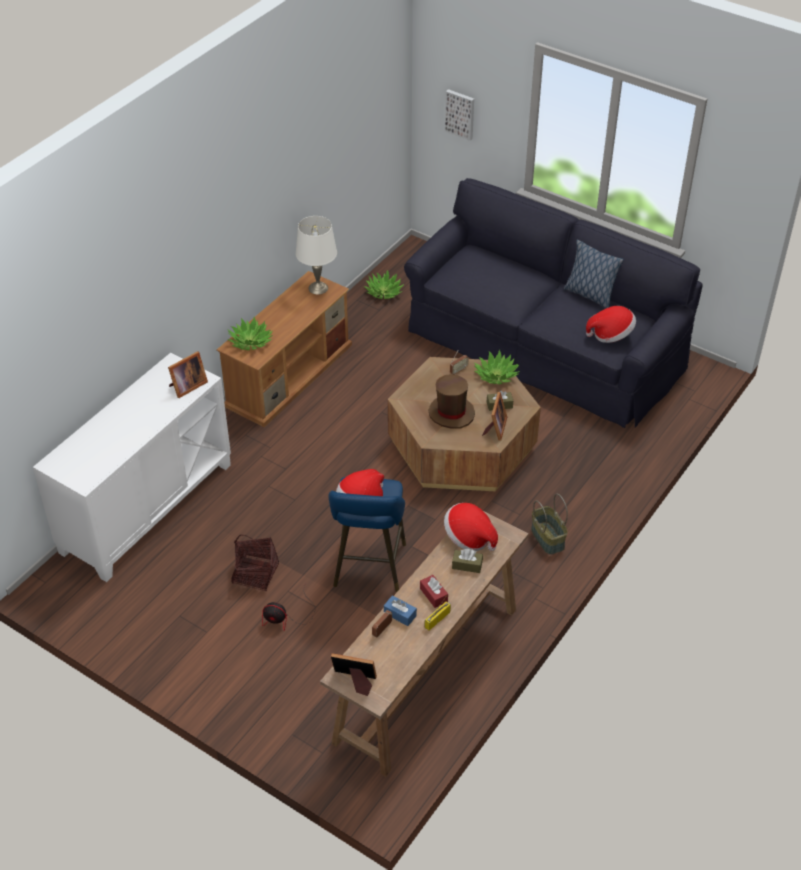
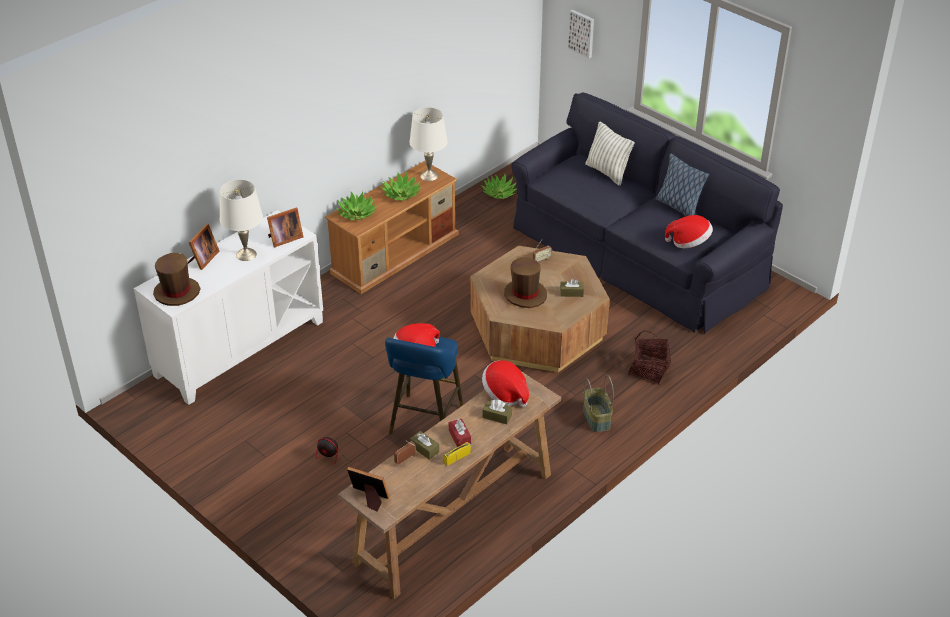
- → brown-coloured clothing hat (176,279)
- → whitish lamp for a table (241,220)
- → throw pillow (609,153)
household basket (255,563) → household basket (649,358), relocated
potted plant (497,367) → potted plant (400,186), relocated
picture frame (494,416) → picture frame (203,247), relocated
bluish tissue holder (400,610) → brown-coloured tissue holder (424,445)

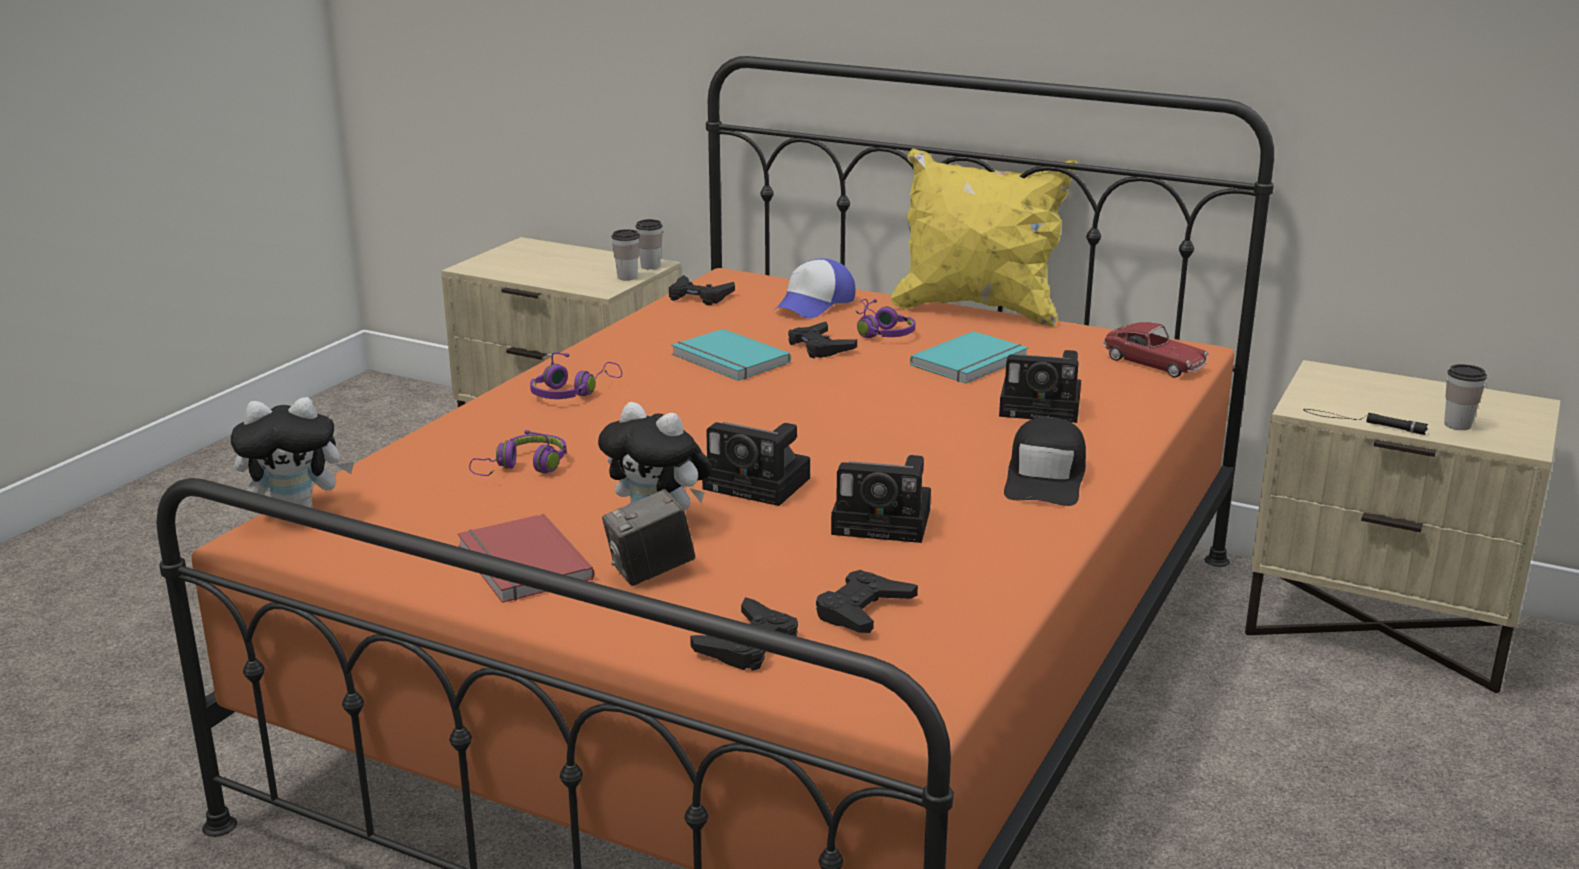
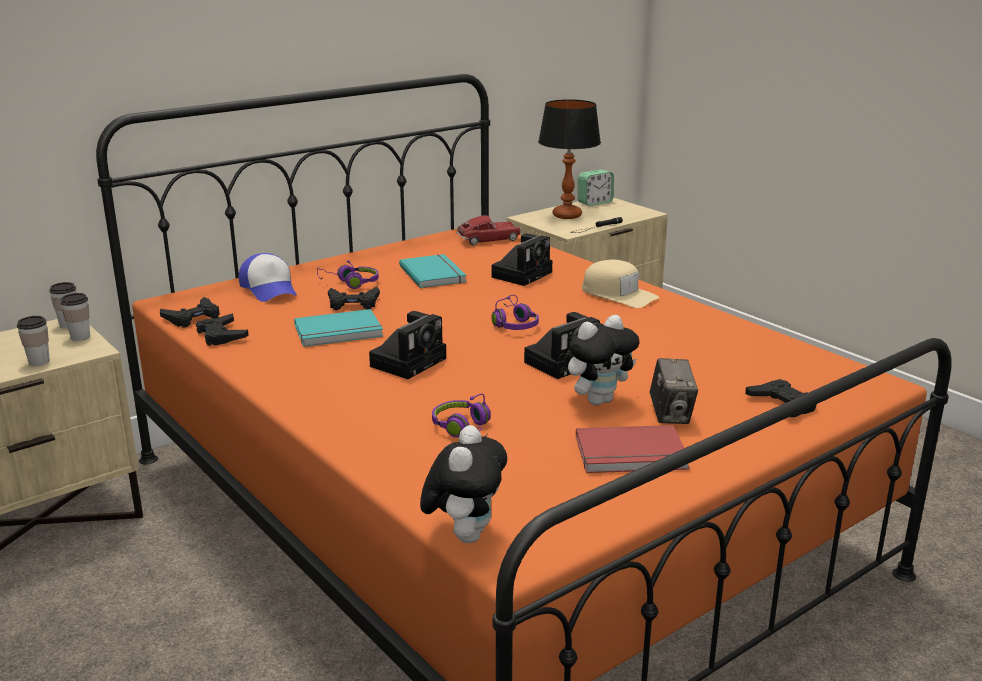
yellow throw pillow (983,237) → -
- → lamp for a table (569,159)
- → alarm clock (596,187)
purplish headphones (576,375) → purplish headphones (515,312), relocated
black-coloured joypad (867,601) → black-coloured joypad (222,329), relocated
photo camera (881,499) → photo camera (407,345), relocated
drinking cup (1465,397) → drinking cup (33,341), relocated
black-coloured baseball cap (1045,461) → beige baseball cap (621,284)

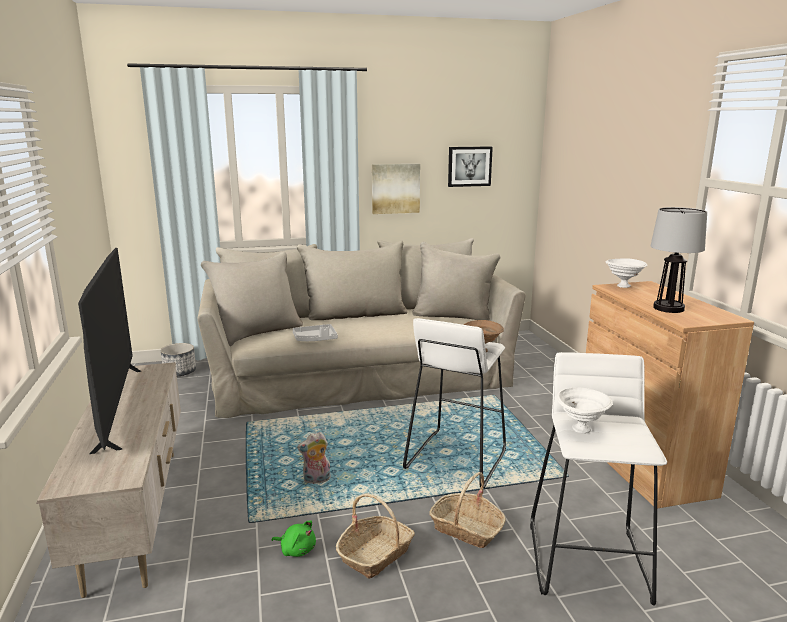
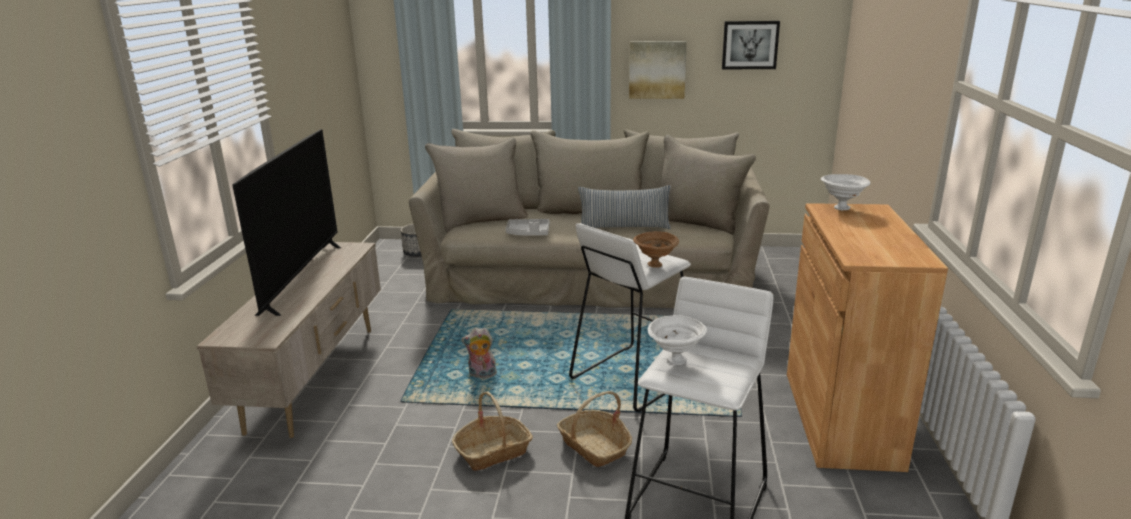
green cuddly toy (293,538) → -
lamp for a table (679,260) → -
- → throw pillow (624,207)

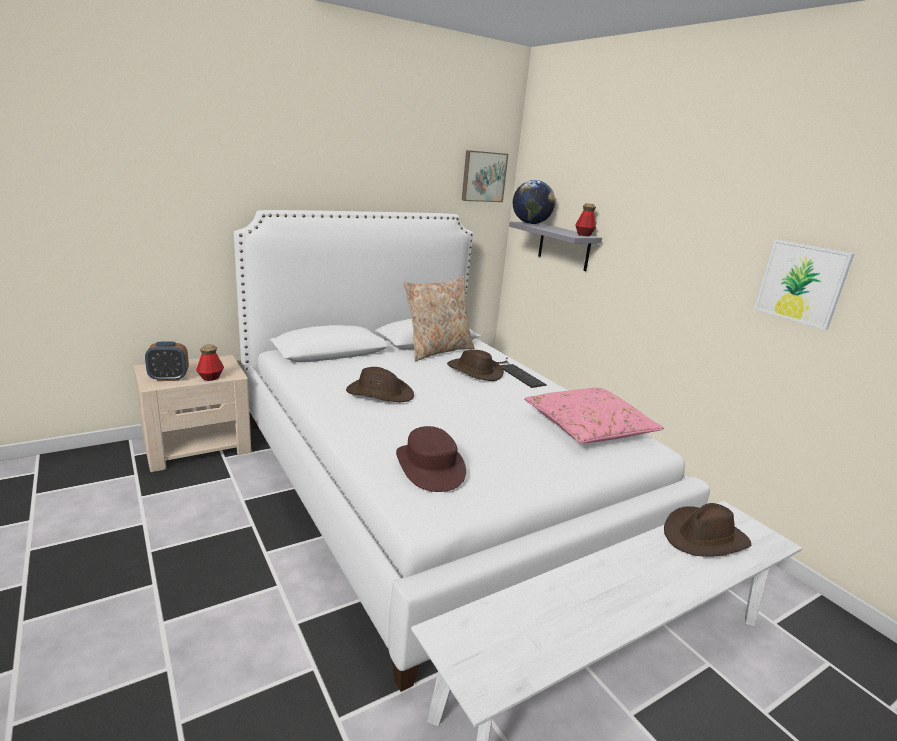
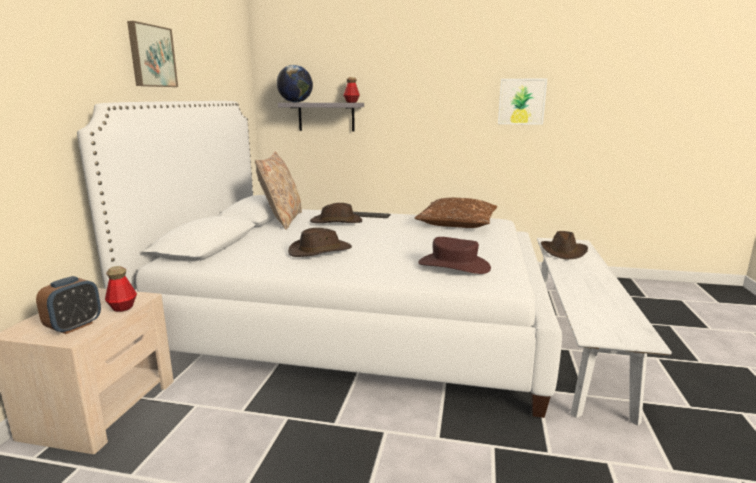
picture (485,176) → picture (152,54), relocated
pinkish throw pillow (594,415) → brown-coloured throw pillow (456,213)

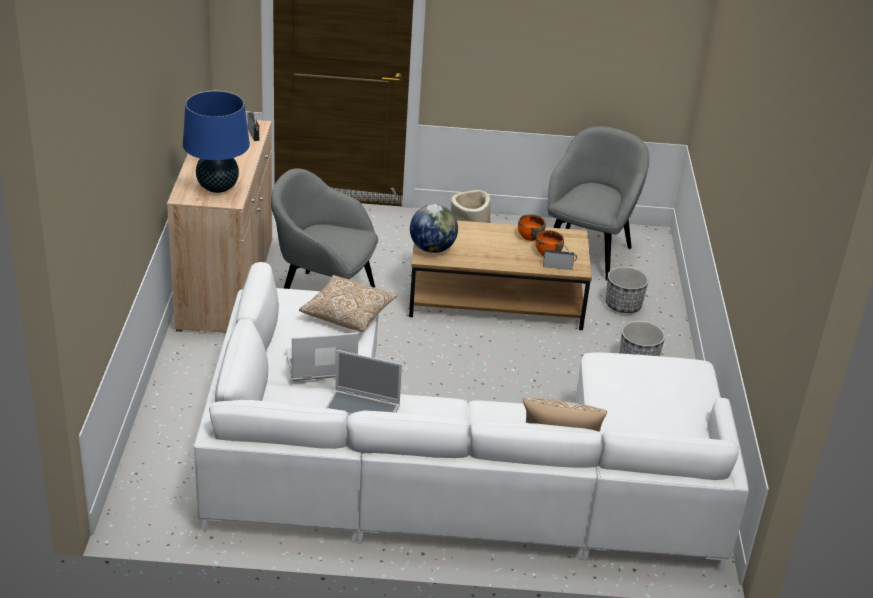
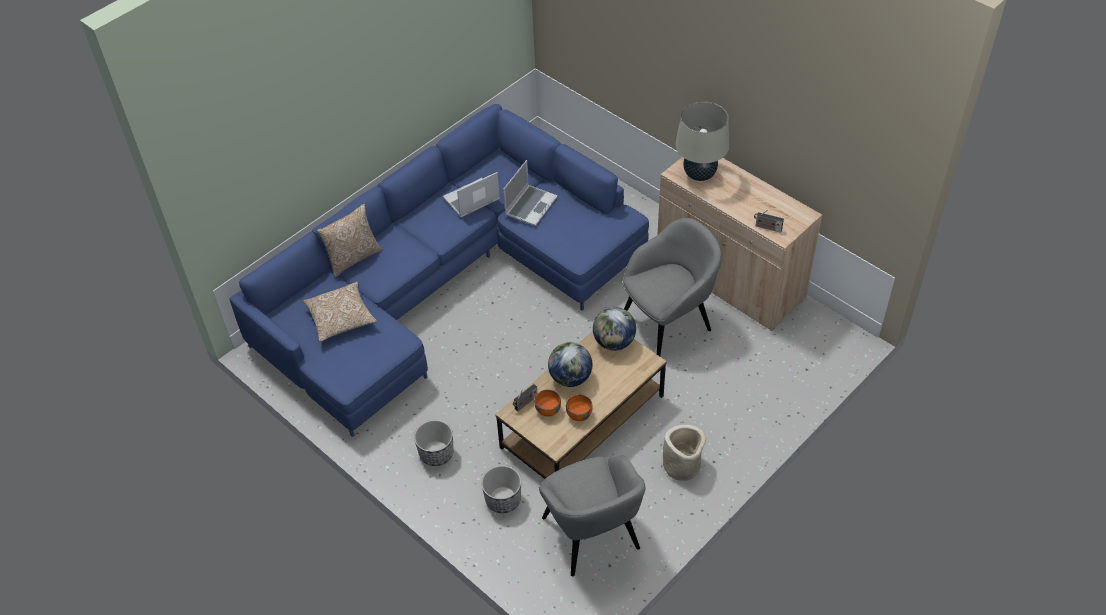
- → desk globe (570,364)
throw pillow (348,303) → throw pillow (340,312), relocated
bluish lamp for a table (216,142) → beige lamp for a table (702,141)
whitish settee (471,417) → bluish settee (439,270)

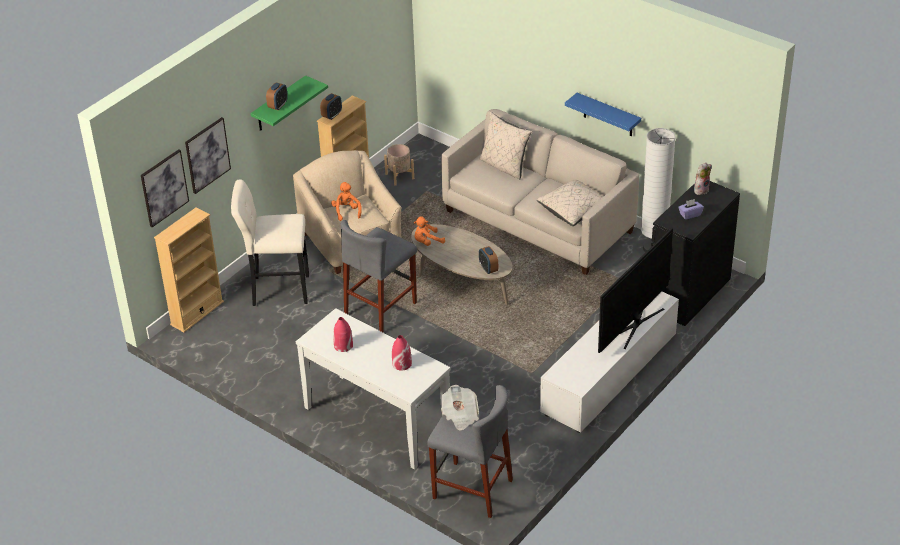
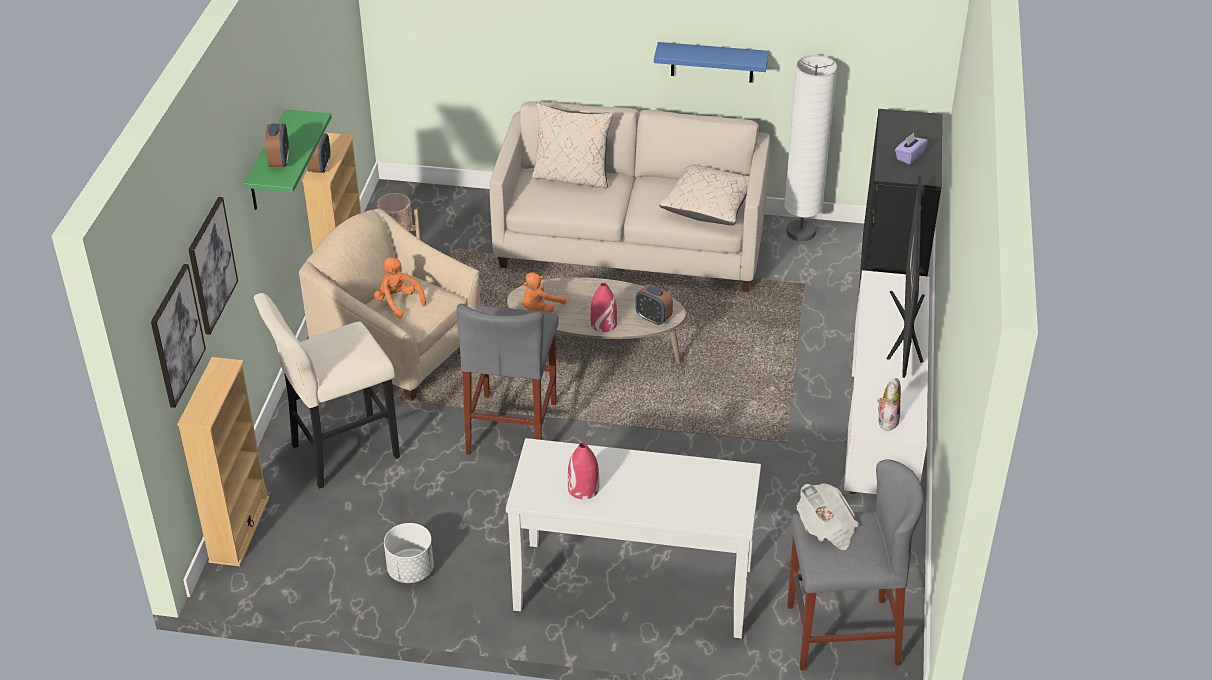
- → whitish plant pot (409,553)
red decorative vase (402,352) → red decorative vase (604,307), relocated
cuddly toy (703,178) → cuddly toy (889,404), relocated

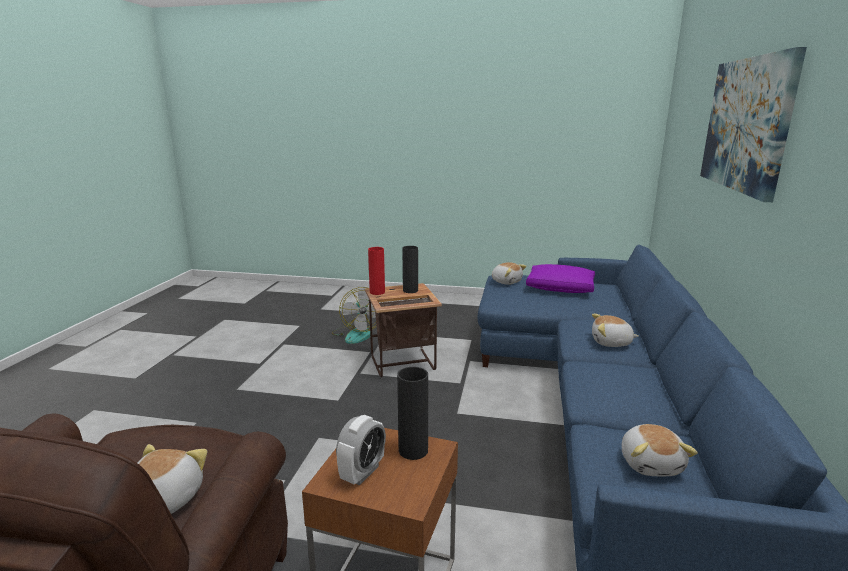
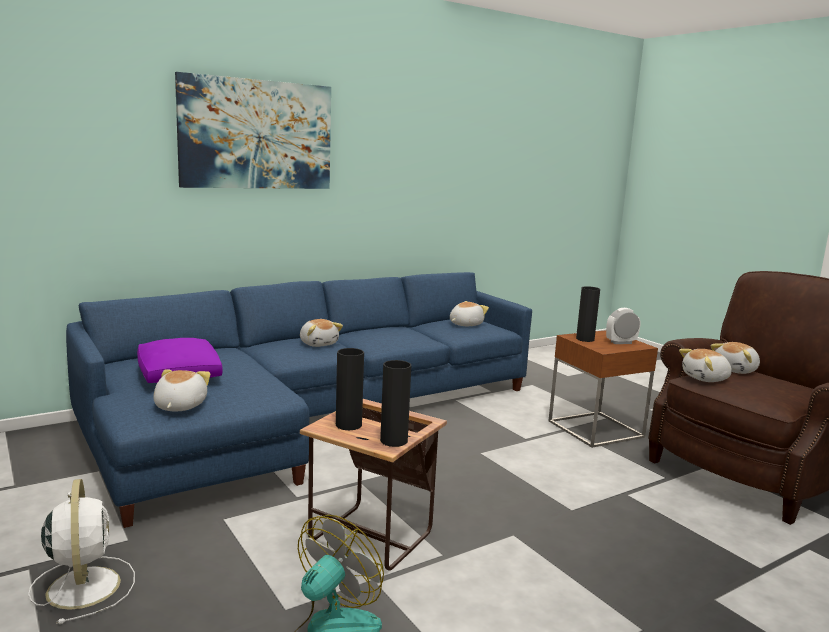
- → whitish electric fan (81,551)
- → cuddly toy (705,365)
red decorative vase (376,271) → black-coloured decorative vase (395,403)

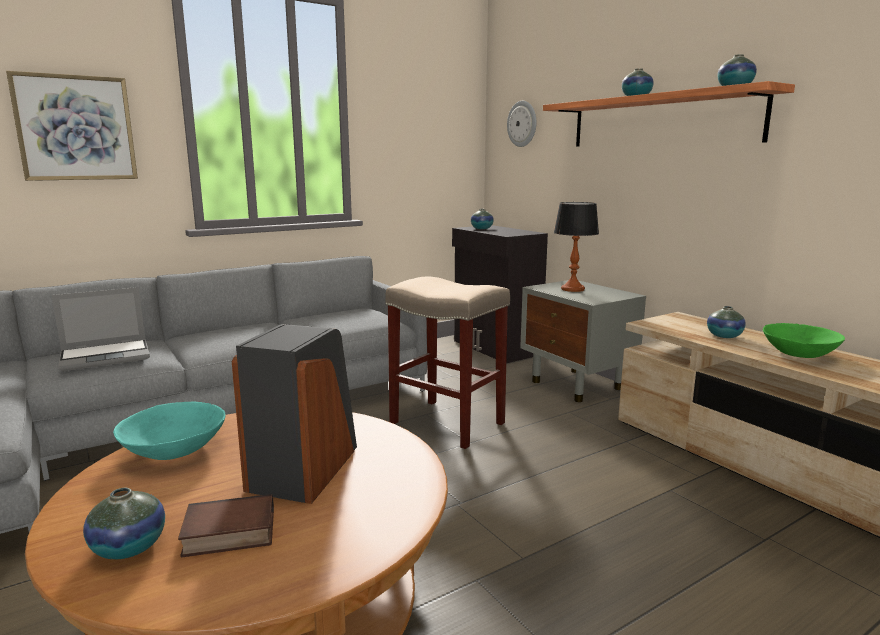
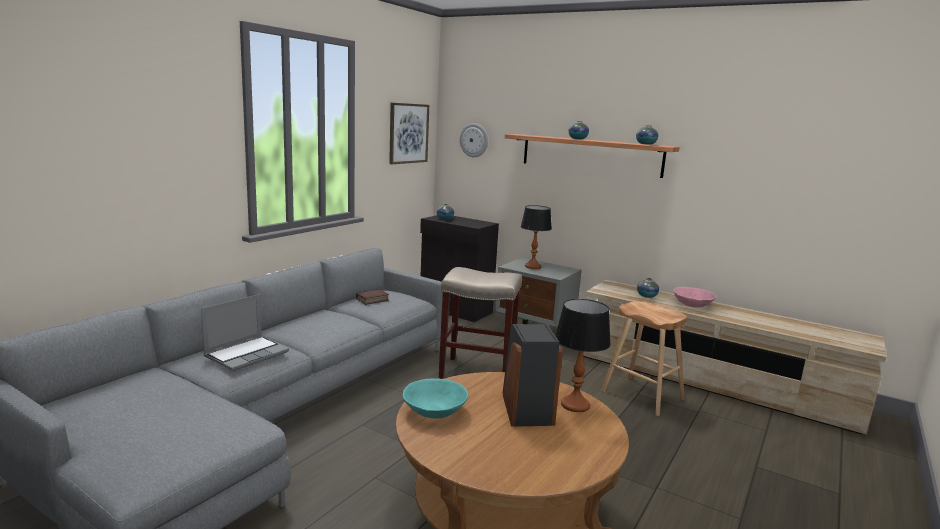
decorative vase (124,523) → -
- → lamp for a table (583,355)
- → brown-coloured stool (644,358)
picture (72,126) → picture (409,133), relocated
volume (226,526) → volume (372,297), relocated
green serving bowl (804,340) → pinkish serving bowl (694,297)

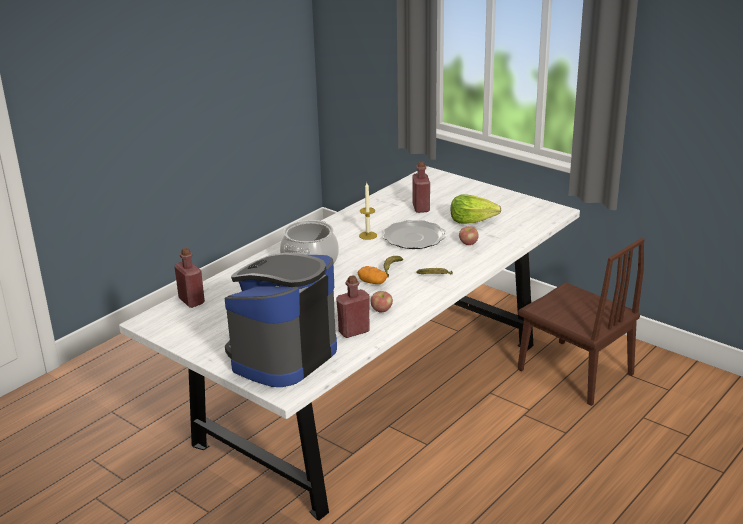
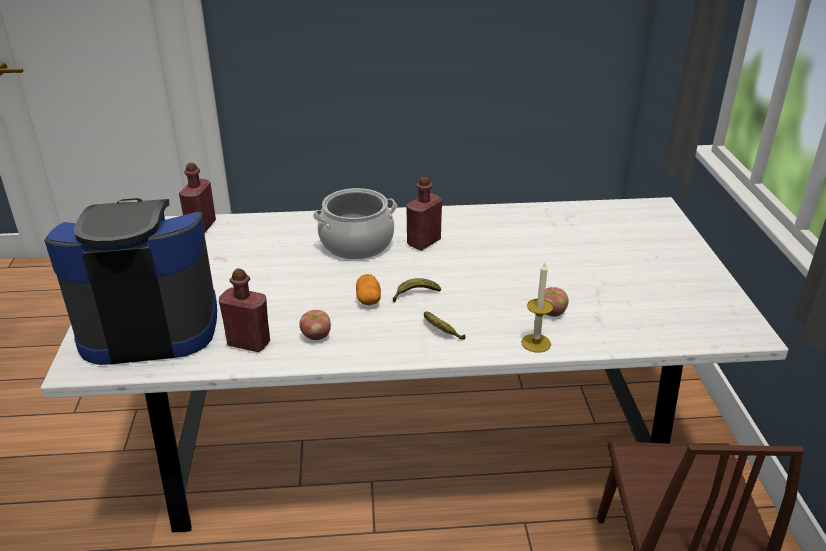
plate (414,234) → -
lettuce head (476,209) → -
wax candle (368,211) → wax candle (537,308), relocated
red bottle (421,187) → red bottle (424,214), relocated

